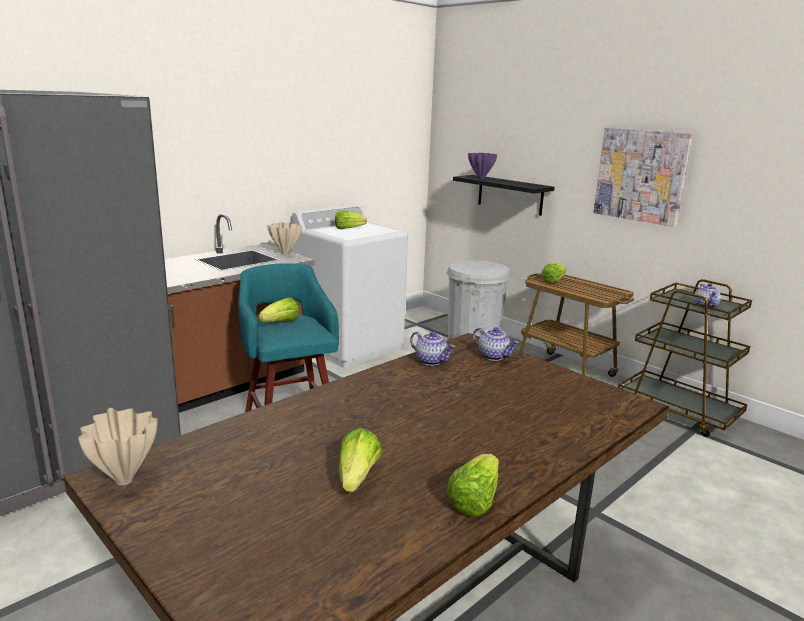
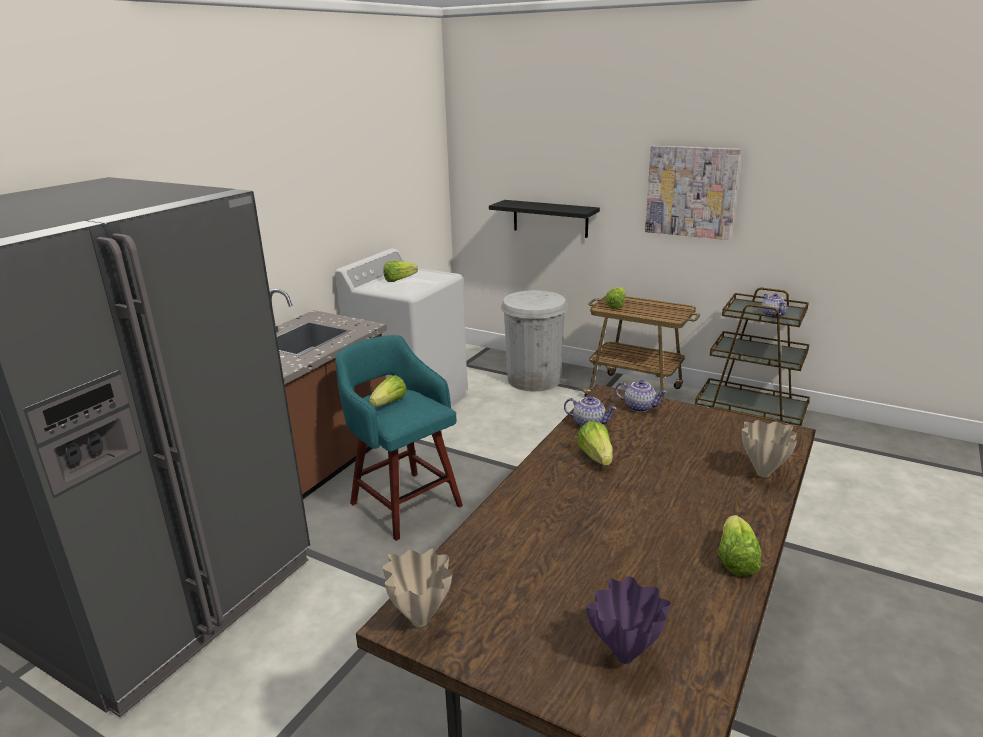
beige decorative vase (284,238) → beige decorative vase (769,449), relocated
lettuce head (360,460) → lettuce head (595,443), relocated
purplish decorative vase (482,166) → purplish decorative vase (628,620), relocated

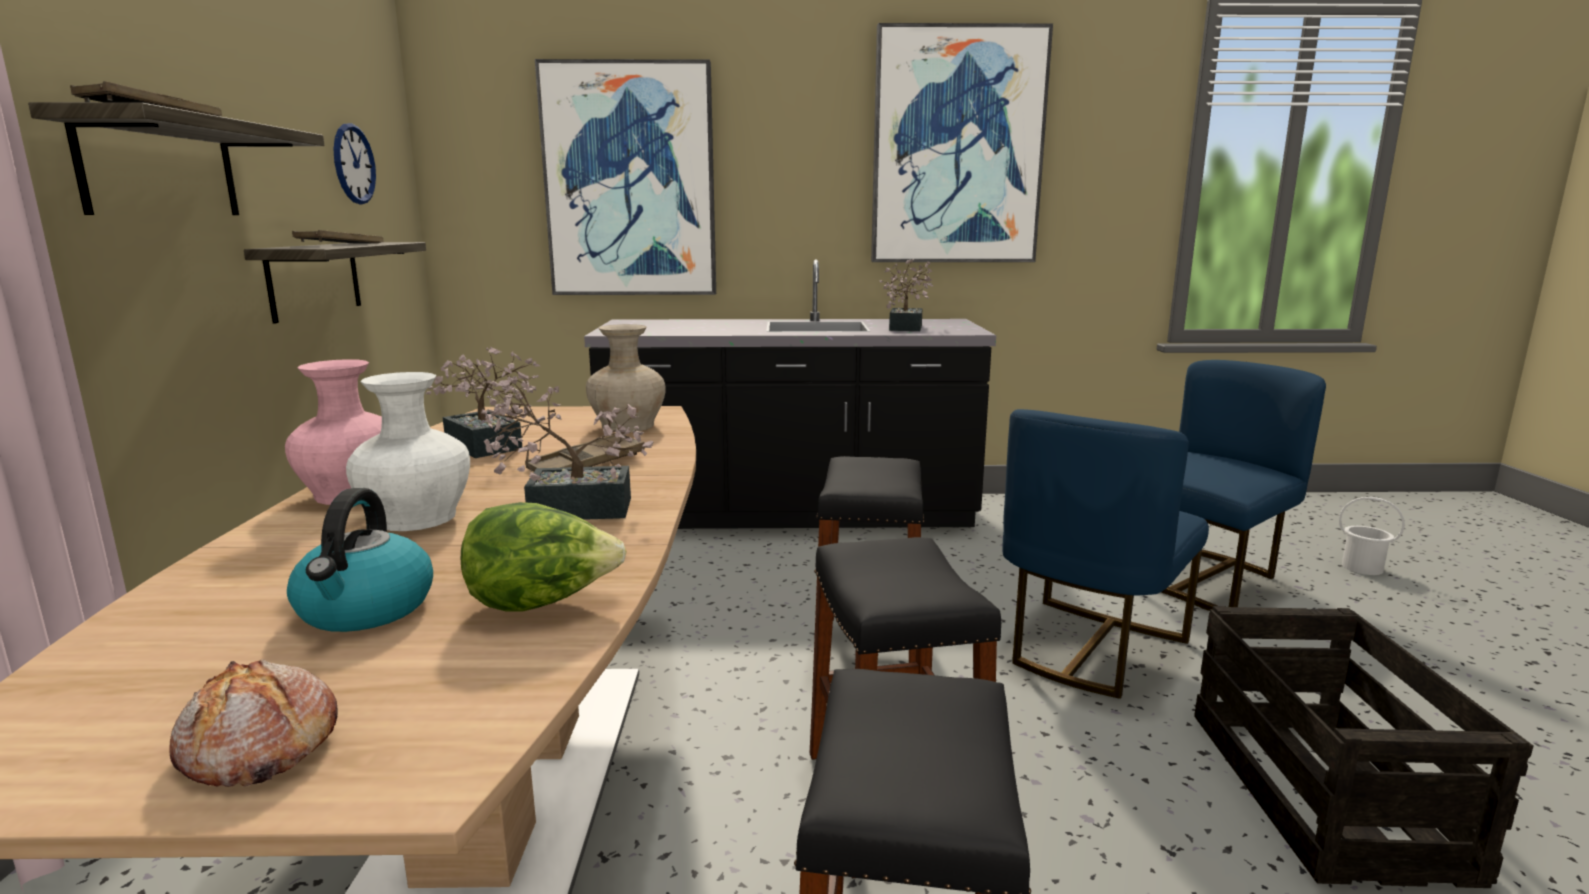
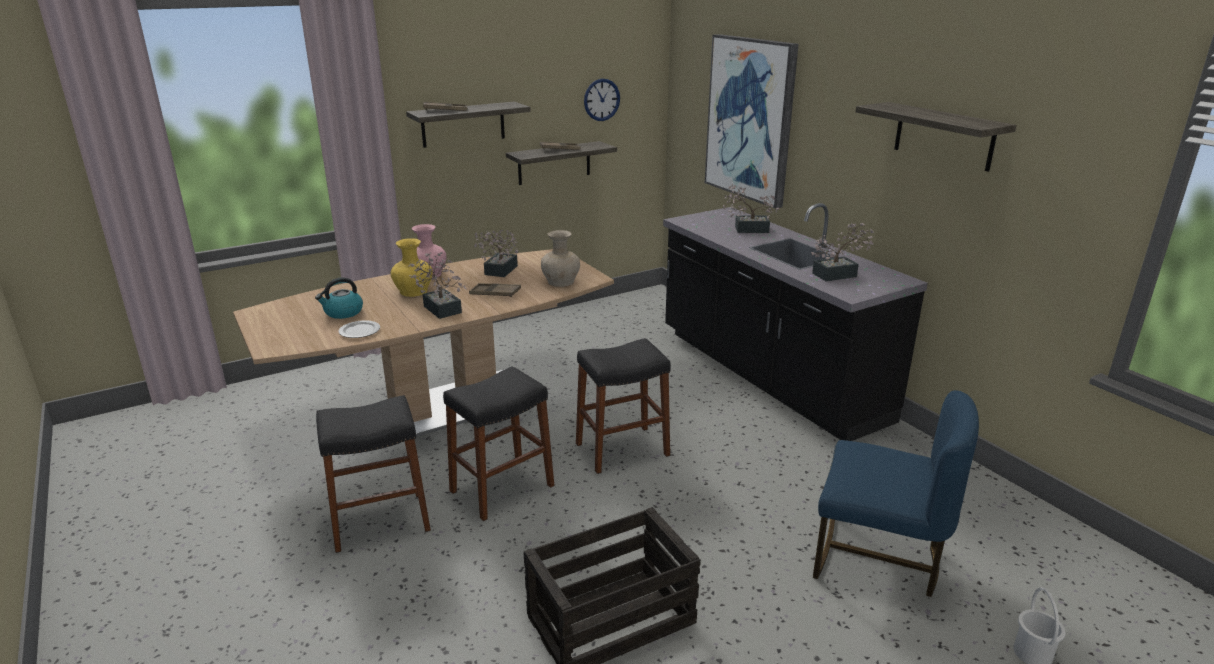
bread (253,723) → -
bluish plain chair (1105,554) → -
- → potted plant (751,208)
lettuce head (544,557) → plate (359,329)
picture (962,142) → bracket shelf (936,137)
whitish decorative vase (408,451) → yellow decorative vase (412,267)

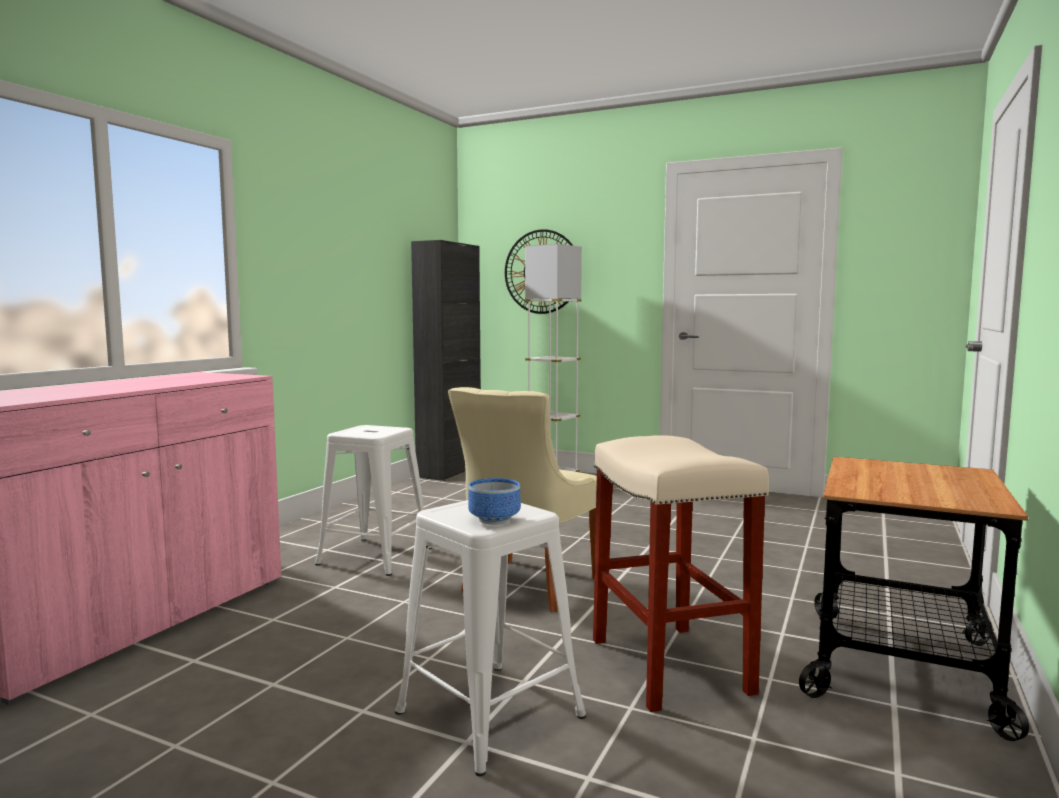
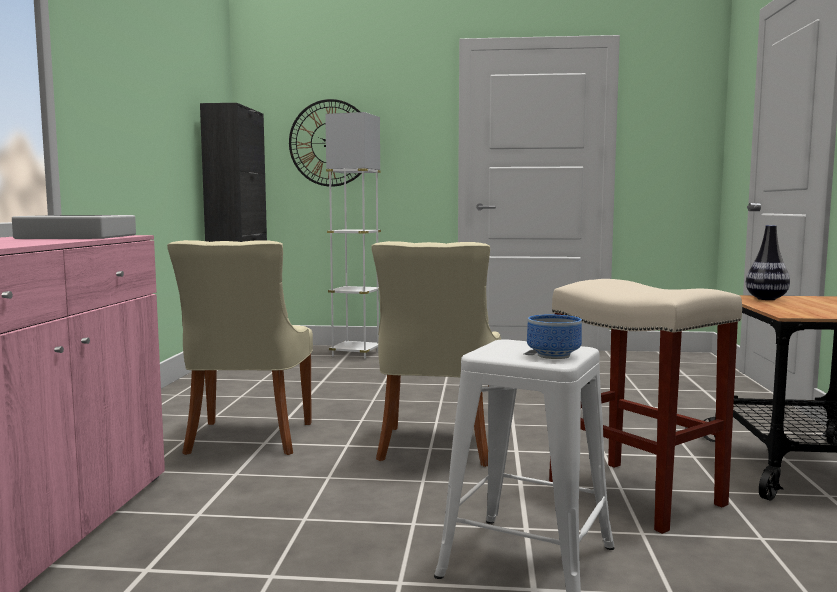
- → gray serving tray (74,227)
- → decorative vase (768,262)
whitish stool (373,500) → beige plain chair (240,347)

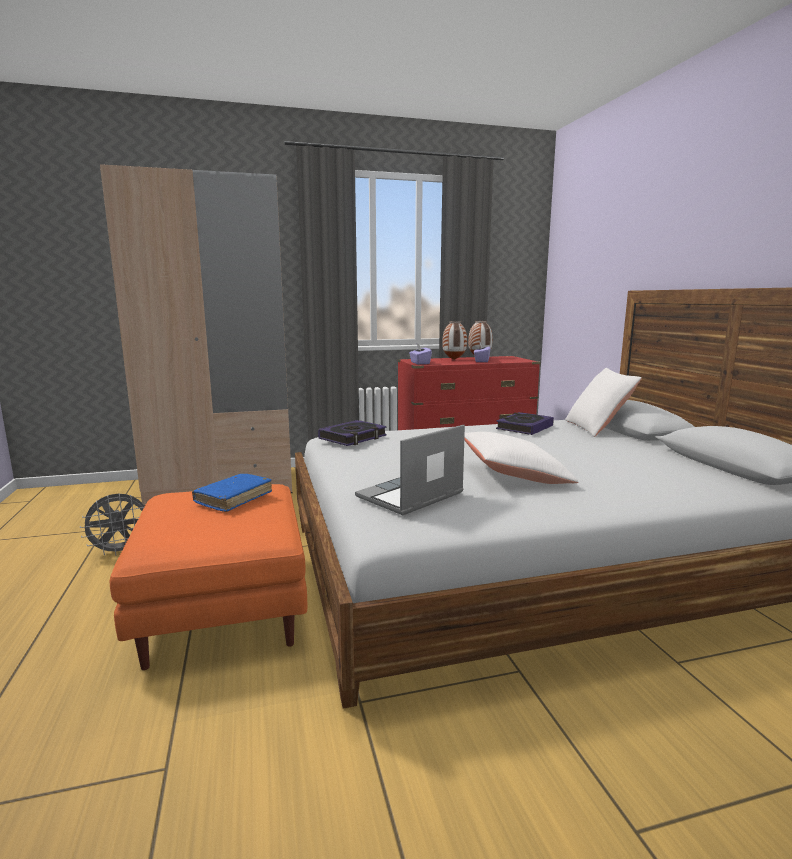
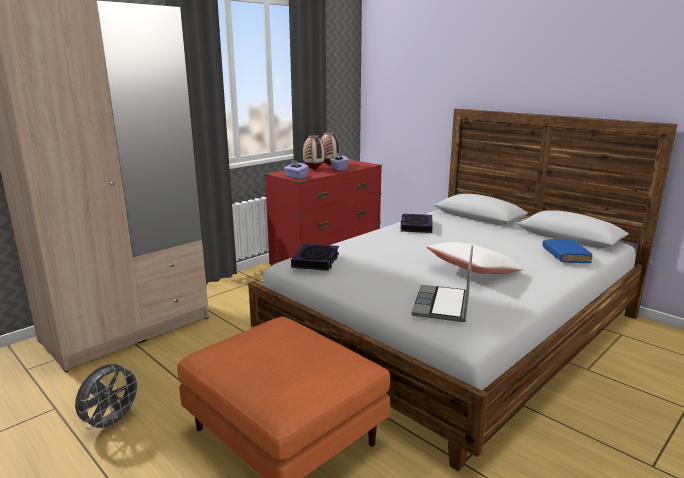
whitish throw pillow (603,402) → -
bluish volume (232,493) → bluish volume (567,251), relocated

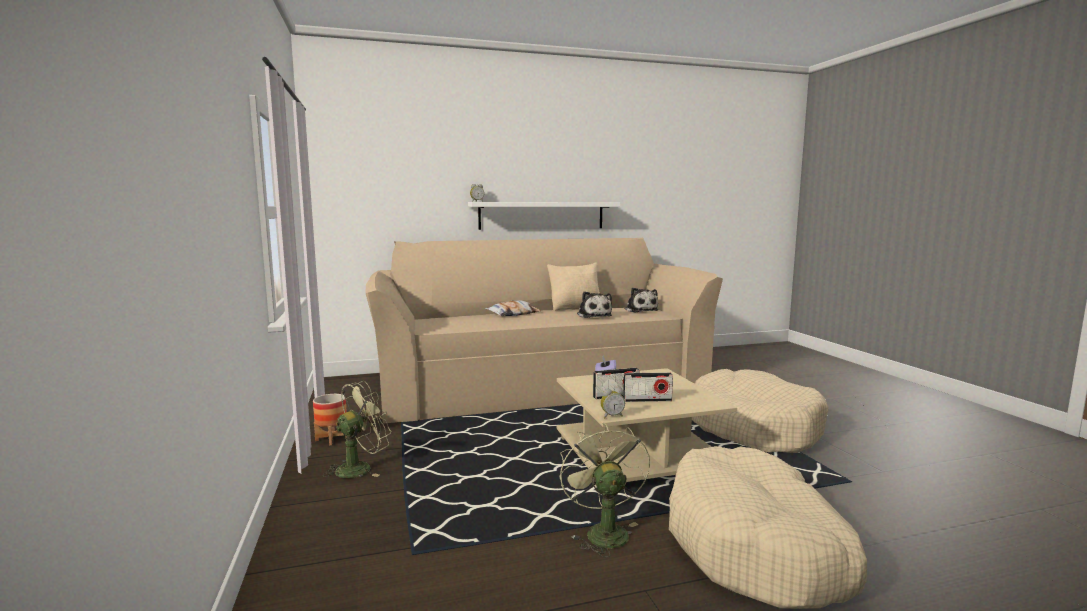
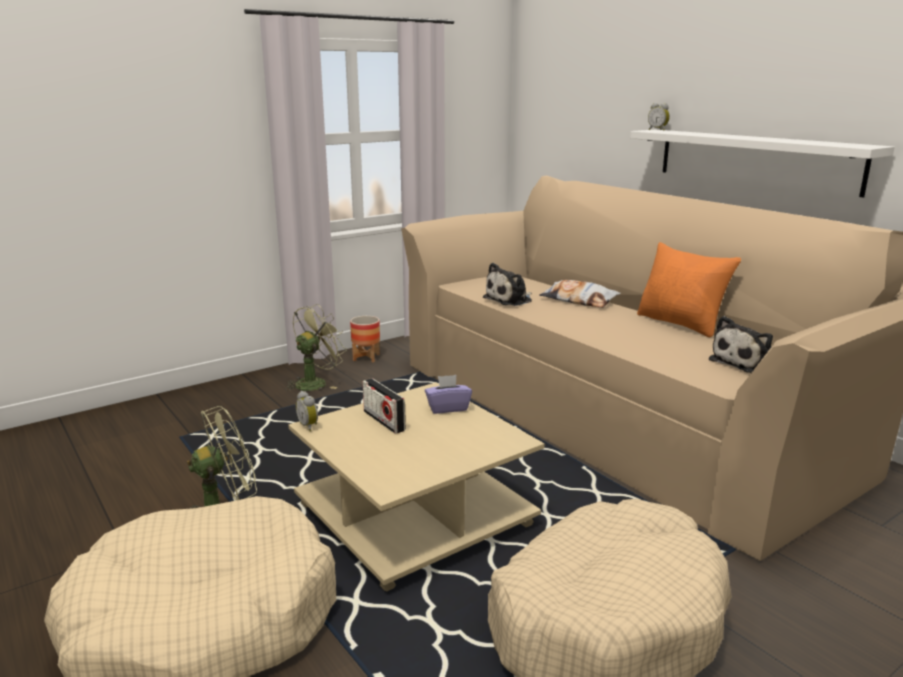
radio set (648,387) → -
cuddly toy (594,304) → cuddly toy (507,284), relocated
beige throw pillow (573,286) → orange throw pillow (689,289)
green electric fan (357,429) → green electric fan (316,347), 75 degrees counterclockwise

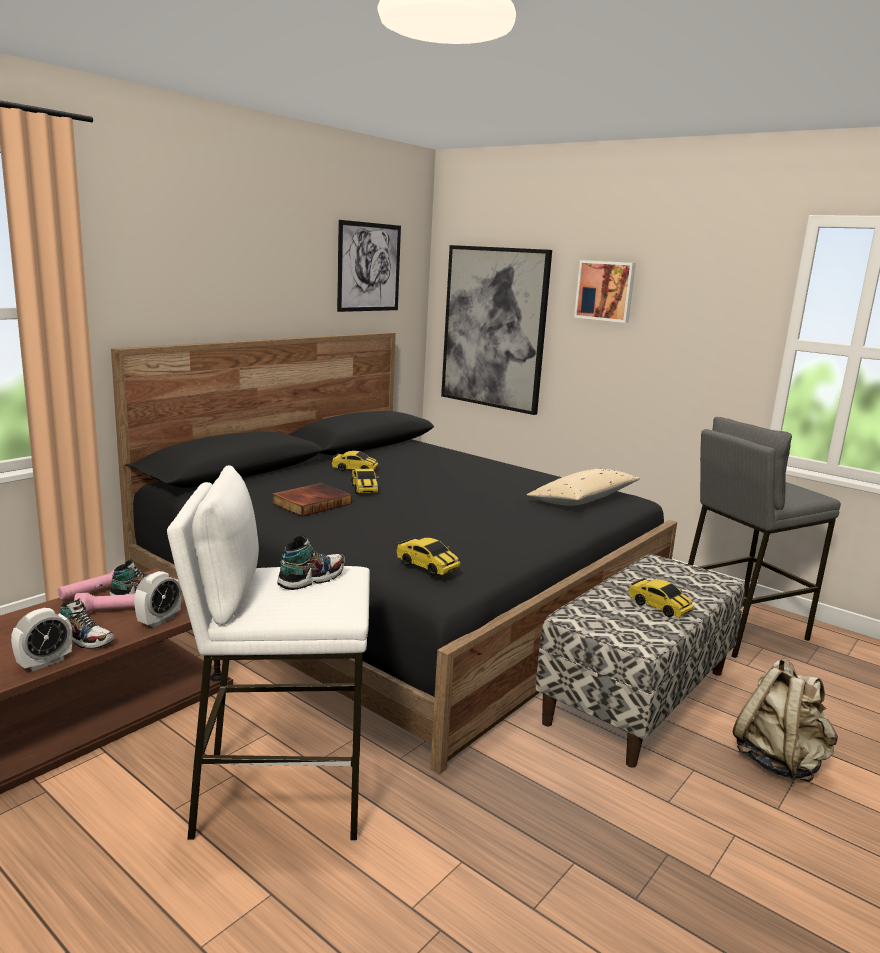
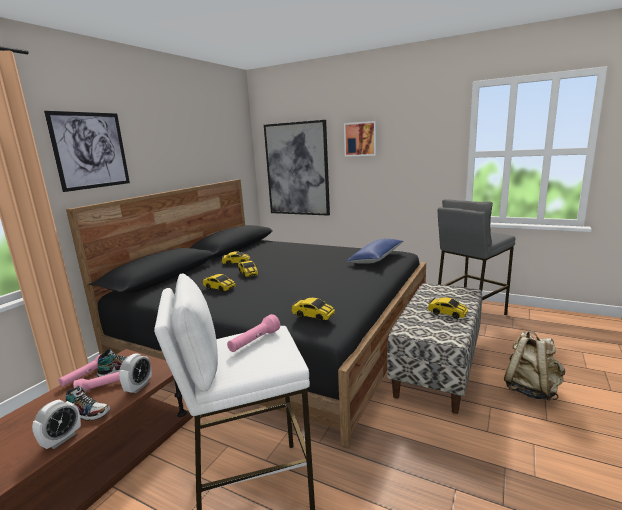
picture (369,266) → picture (87,151), relocated
volume (312,499) → model car (219,283)
shoe (311,562) → pinkish flashlight (253,333)
beige throw pillow (583,487) → bluish throw pillow (375,251)

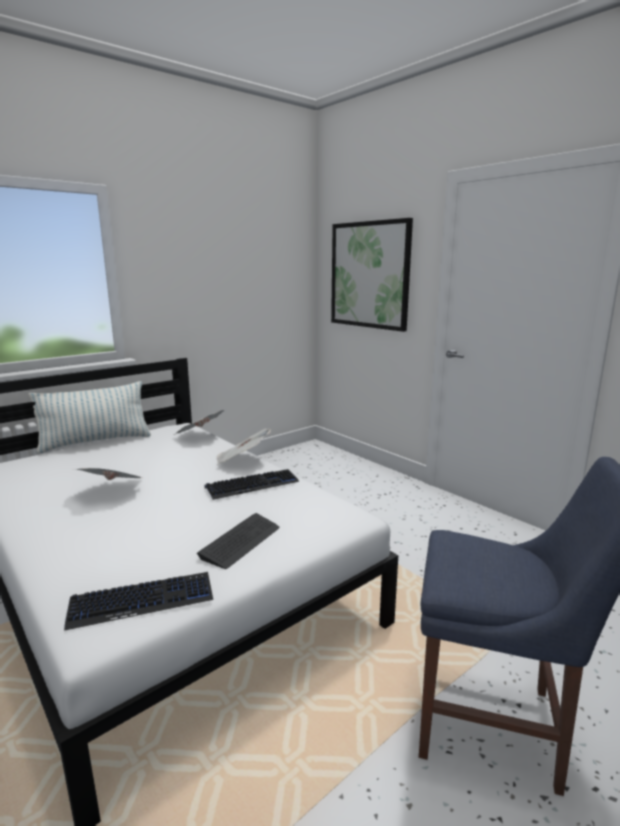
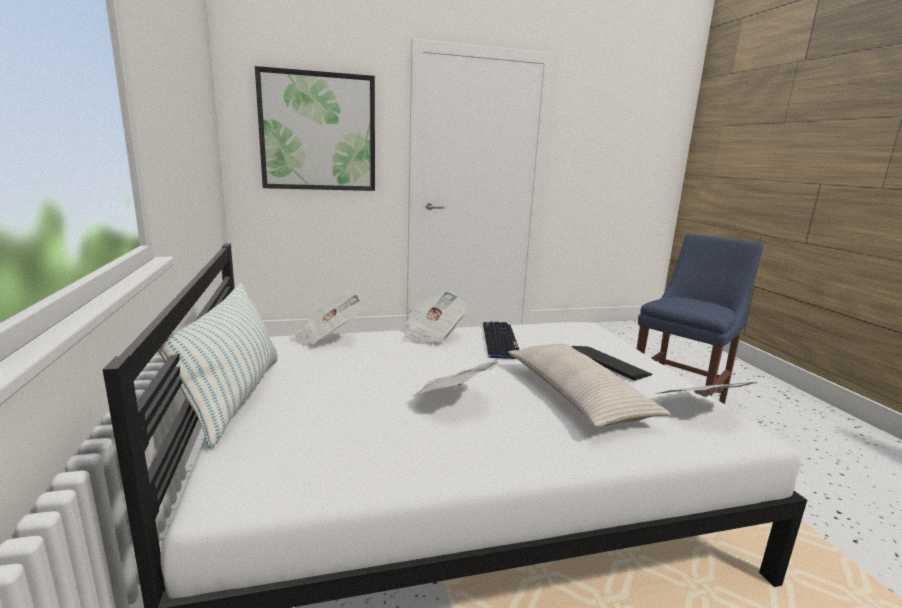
- → beige throw pillow (589,385)
keyboard (138,601) → daily paper (705,389)

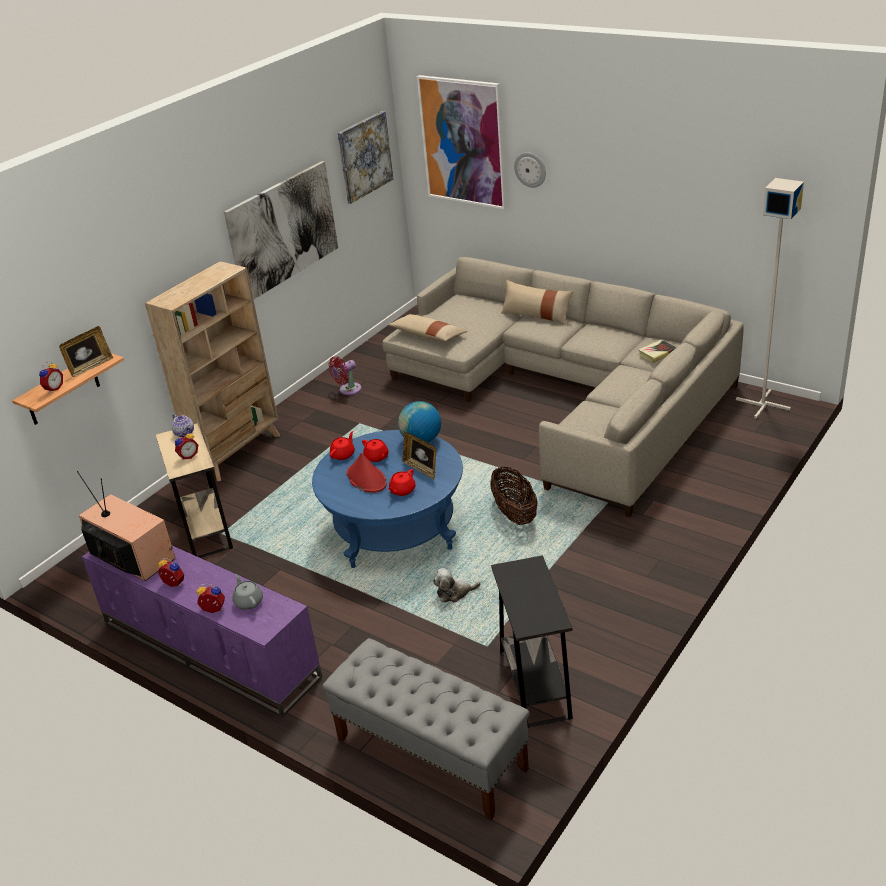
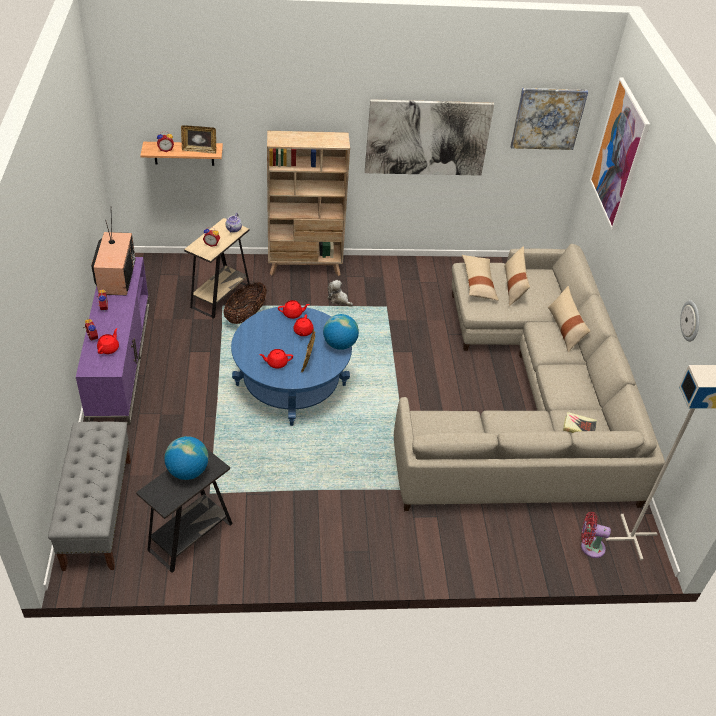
red clothing hat (366,473) → -
- → desk globe (186,458)
- → beige throw pillow (517,276)
red electric fan (345,375) → red electric fan (596,535), relocated
cuddly toy (457,585) → cuddly toy (340,293), relocated
household basket (514,495) → household basket (245,303), relocated
wall clock (530,170) → wall clock (689,321), relocated
gray pot for tea (247,592) → red pot for tea (108,341)

